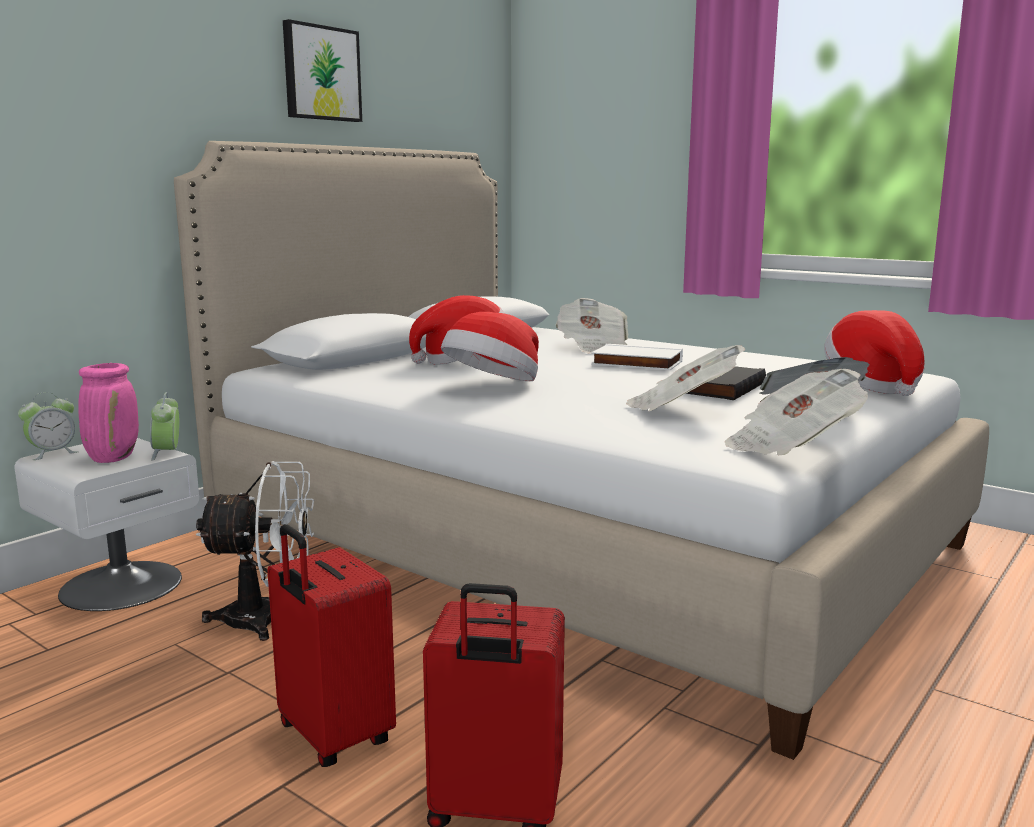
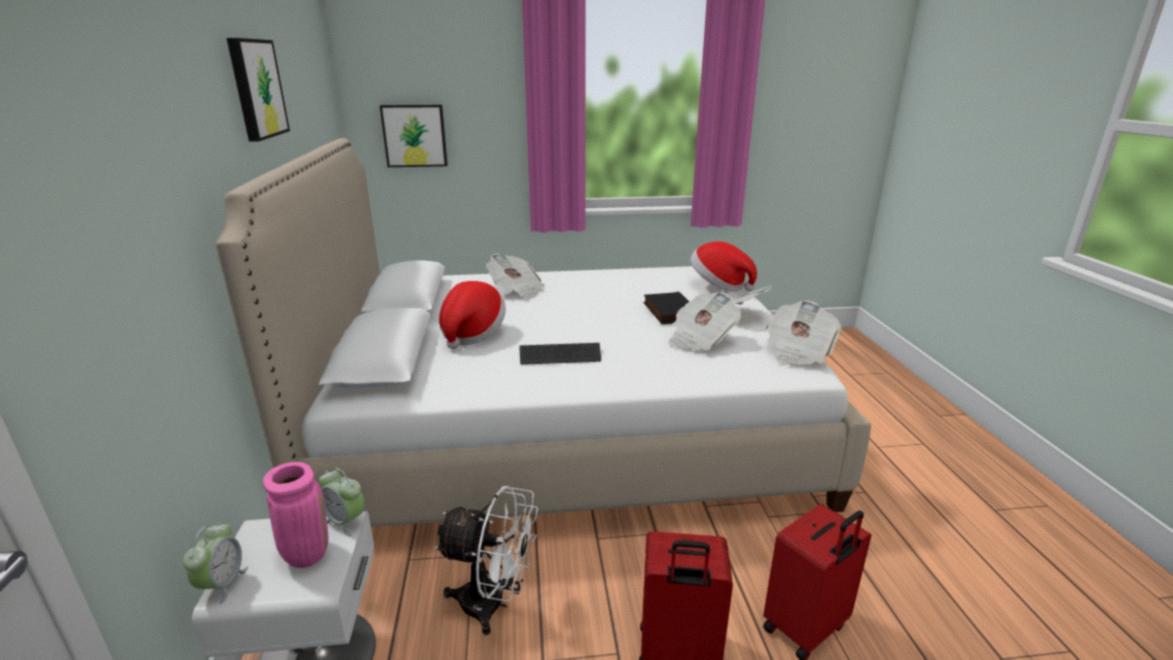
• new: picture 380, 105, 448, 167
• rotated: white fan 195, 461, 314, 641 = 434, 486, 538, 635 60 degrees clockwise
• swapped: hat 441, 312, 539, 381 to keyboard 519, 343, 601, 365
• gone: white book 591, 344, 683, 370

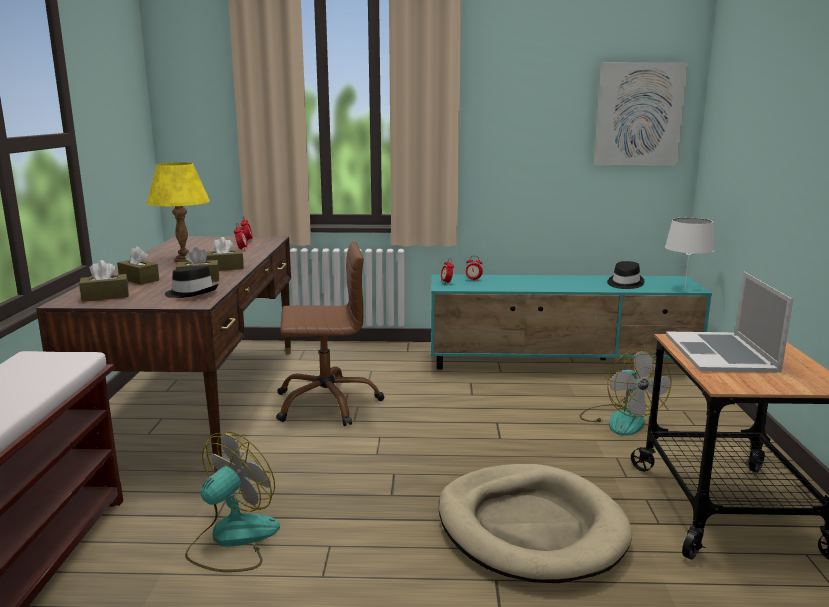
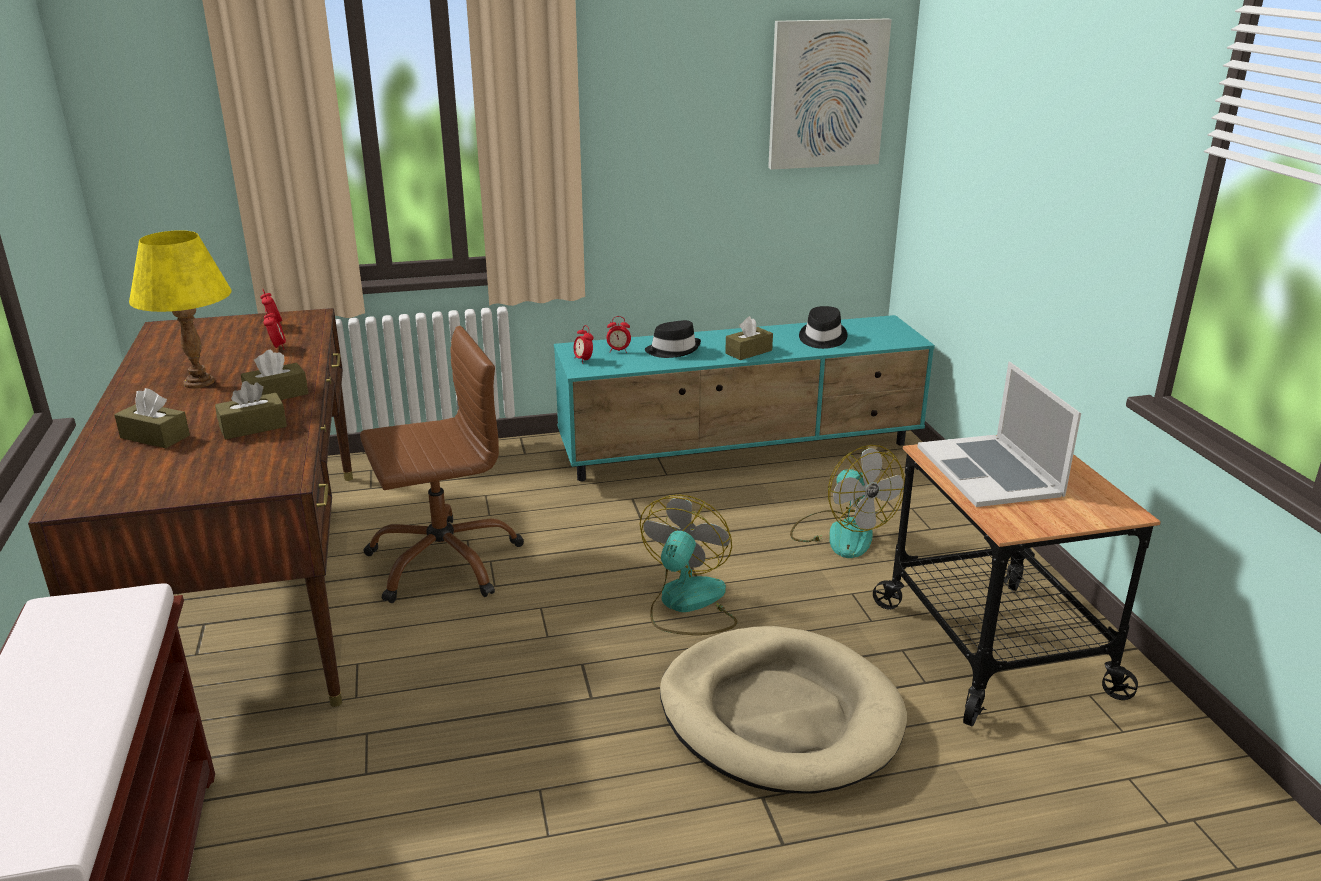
• shifted: fan 185, 432, 280, 572 to 640, 495, 737, 635
• shifted: black hat 165, 265, 218, 298 to 645, 320, 701, 358
• shifted: brown tissue box 79, 260, 129, 302 to 725, 316, 773, 360
• gone: white table lamp 665, 218, 714, 286

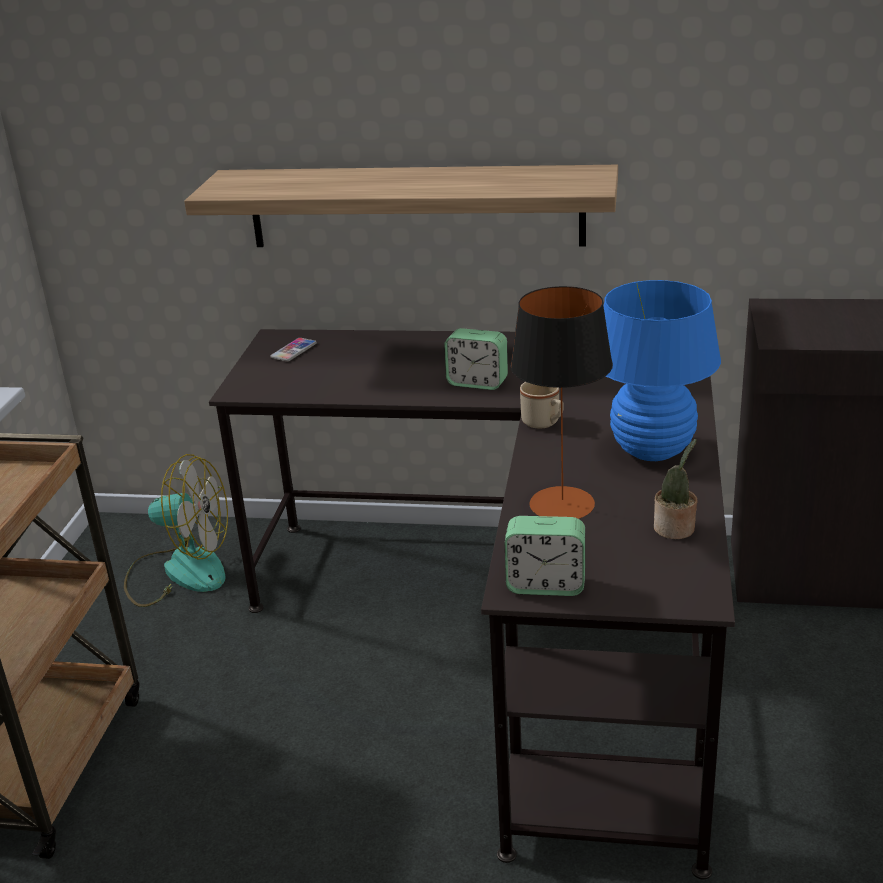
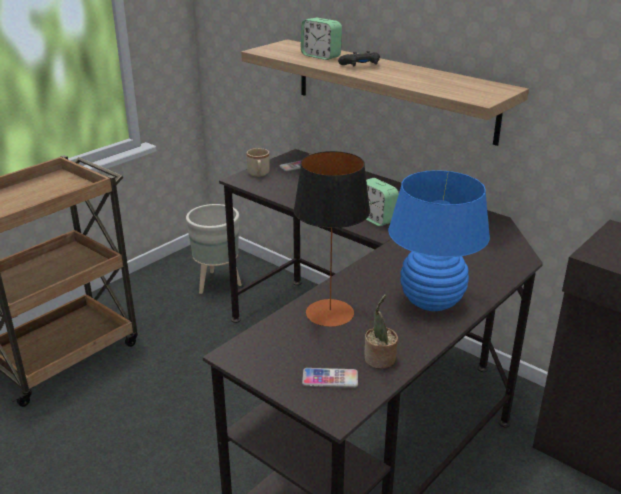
• swapped: fan 124, 454, 228, 607 to grey planter 186, 204, 242, 294
• shifted: beige mug 520, 382, 564, 429 to 247, 148, 269, 177
• shifted: alarm clock 505, 516, 585, 596 to 301, 18, 342, 60
• new: phone 302, 368, 358, 388
• new: black game controller 338, 51, 380, 66

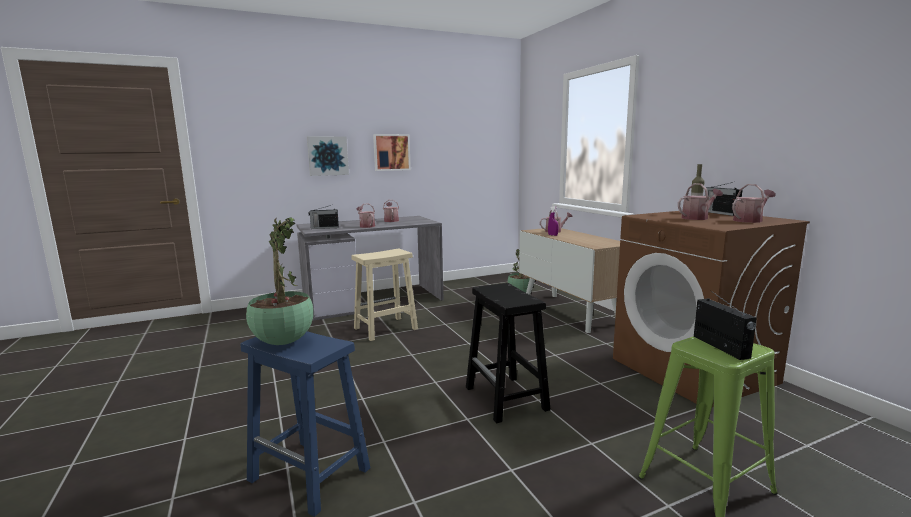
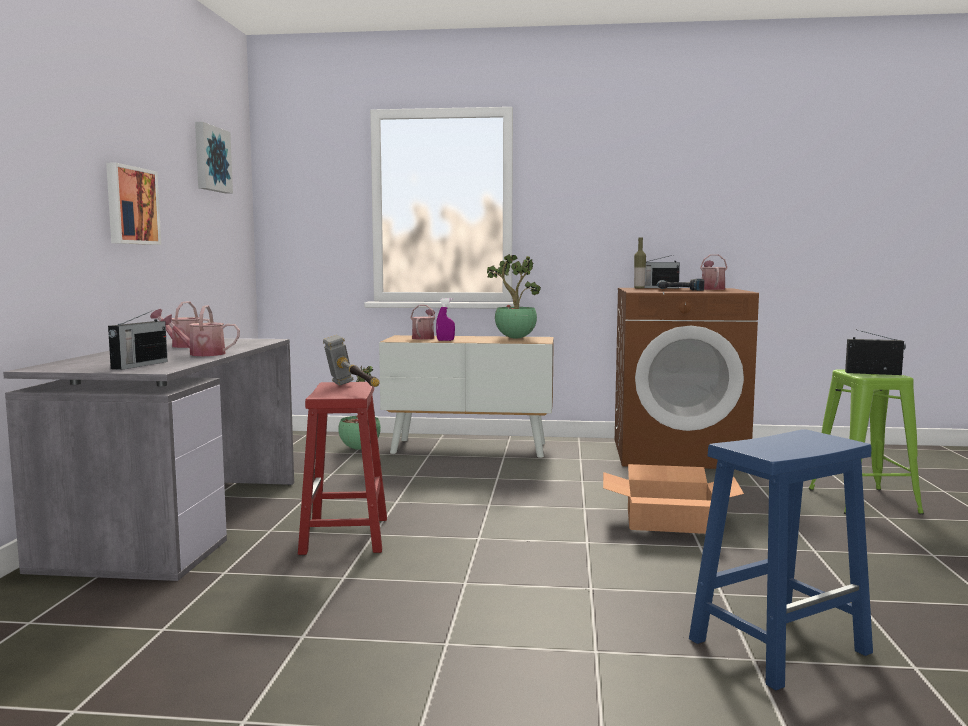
• shifted: picture 307, 136, 349, 176 to 195, 122, 233, 194
• repainted: beige stool 351, 248, 418, 341 to red stool 298, 382, 387, 555
• new: hammer 323, 335, 379, 387
• shifted: potted plant 246, 218, 313, 345 to 487, 254, 541, 338
• swapped: black stool 466, 283, 551, 423 to cardboard box 603, 464, 744, 534
• swapped: watering can 678, 183, 723, 220 to power drill 657, 279, 704, 291

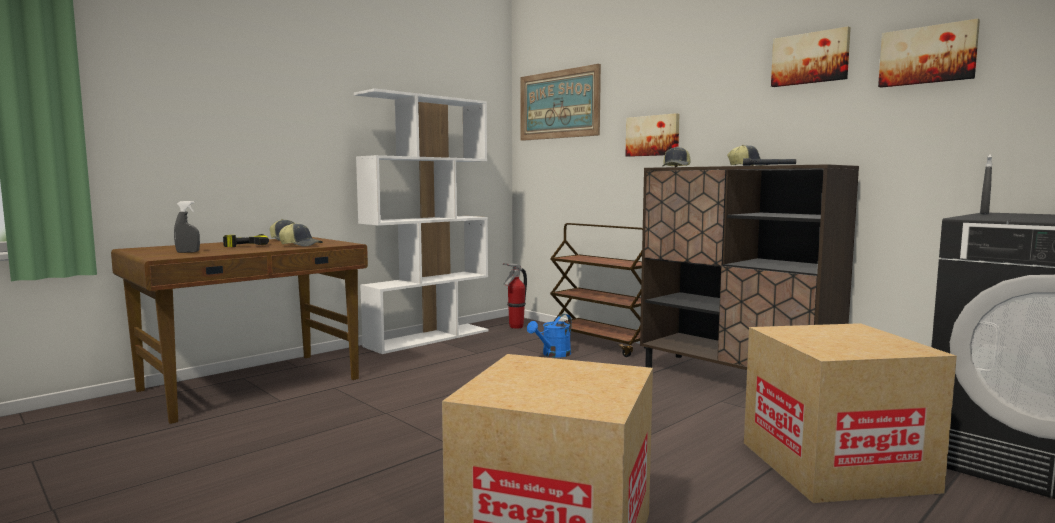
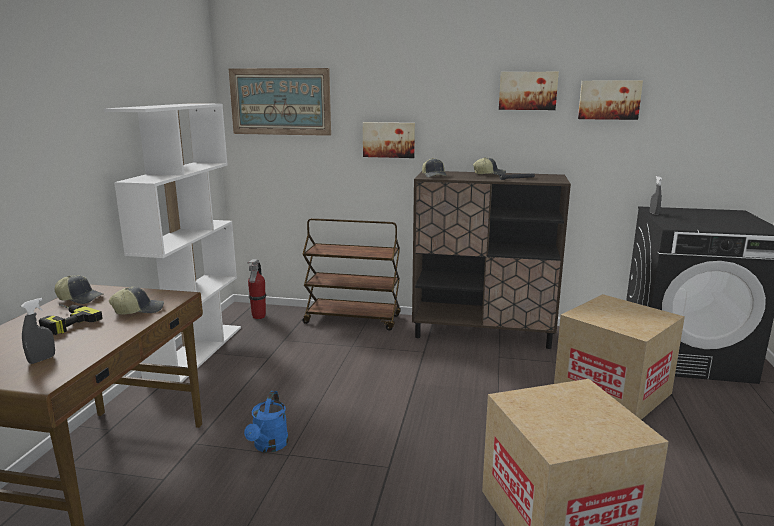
• shifted: blue watering can 527, 314, 572, 358 to 244, 391, 289, 453

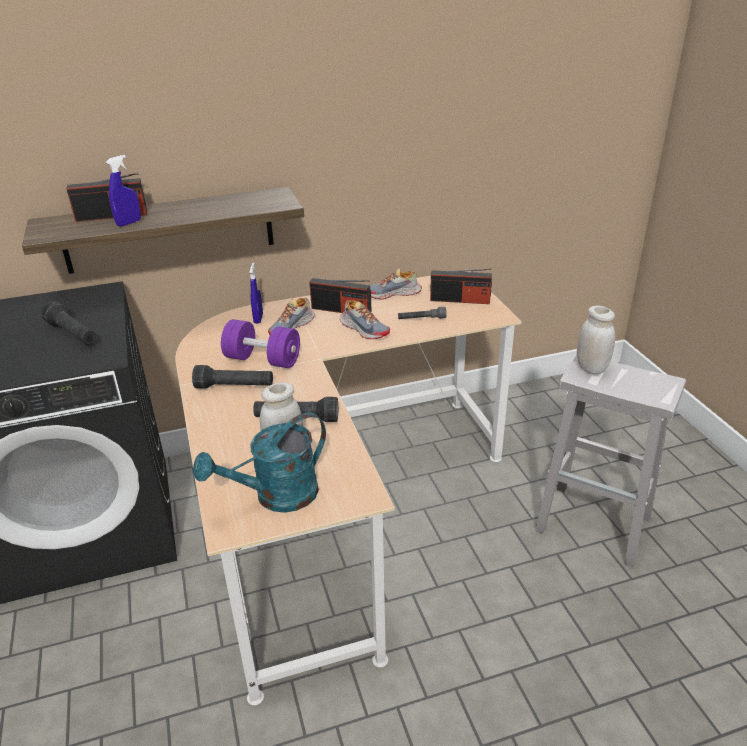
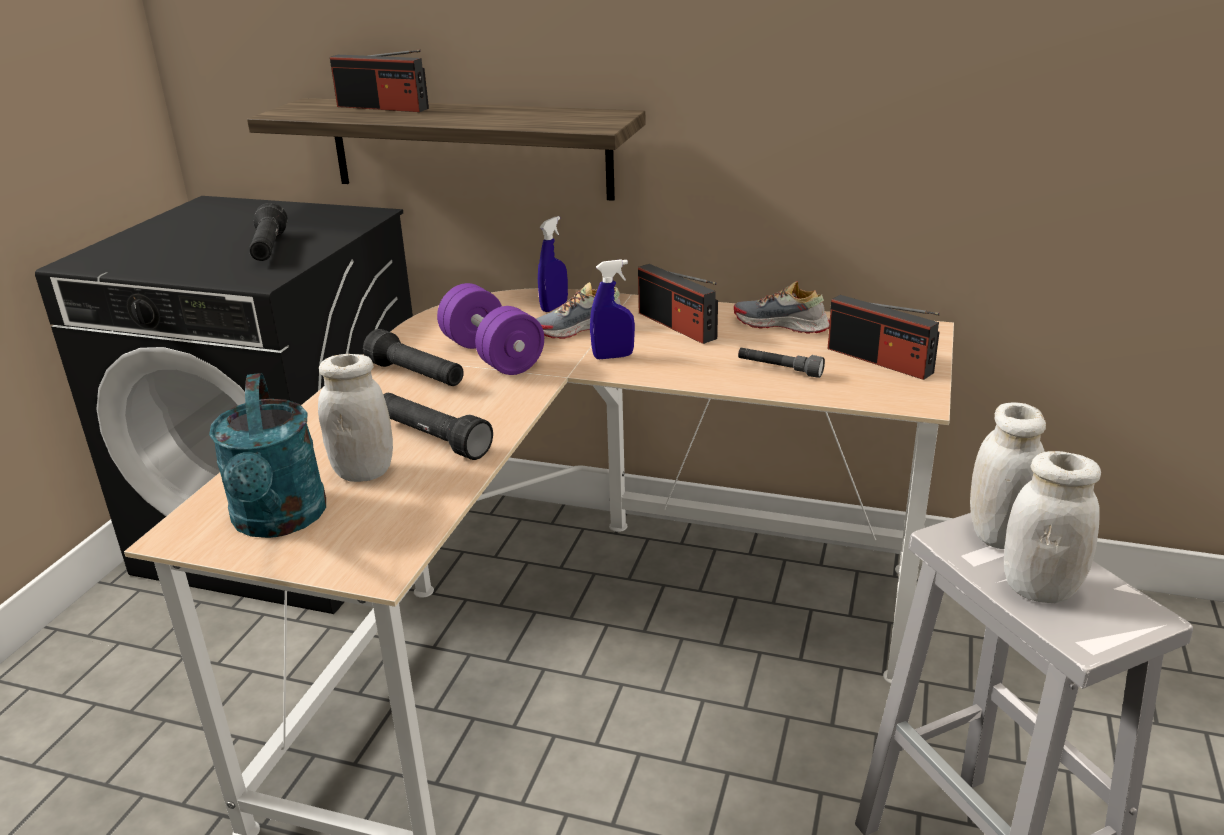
• rotated: turquoise watering can 193, 412, 326, 513 = 209, 373, 326, 538 105 degrees counterclockwise
• shifted: blue spray bottle 106, 155, 141, 227 to 590, 259, 635, 359
• new: white jar 1004, 451, 1101, 603
• gone: shoe 340, 300, 390, 339

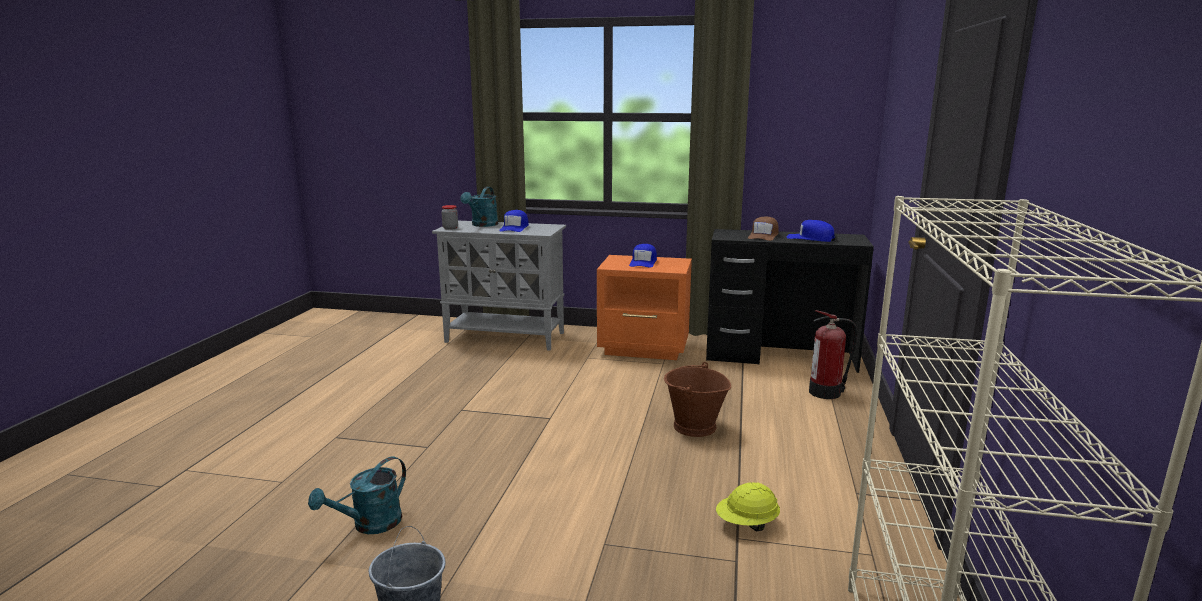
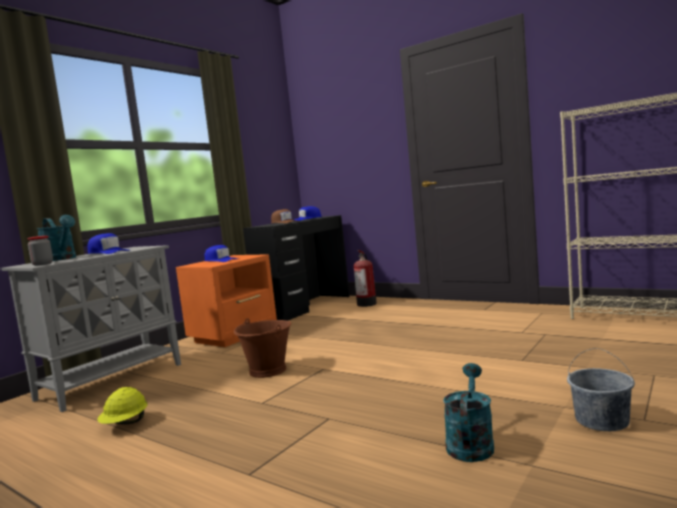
• shifted: yellow hard hat 716, 482, 780, 531 to 97, 387, 148, 424
• shifted: brown bucket 664, 362, 731, 437 to 234, 318, 291, 378
• rotated: turquoise watering can 308, 456, 406, 534 = 443, 363, 494, 462 135 degrees counterclockwise

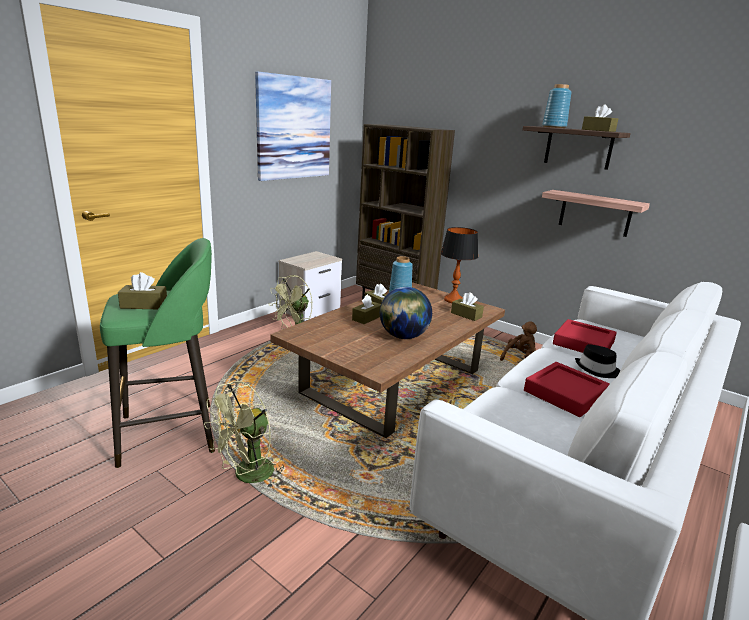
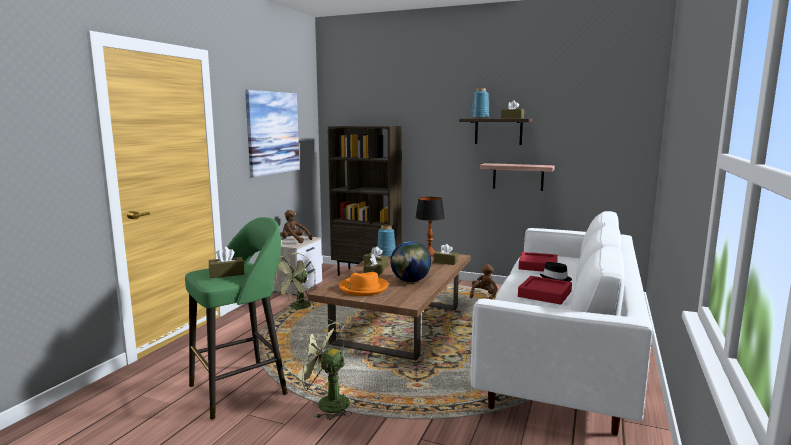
• new: brown plush toy 282, 210, 313, 243
• rotated: green fan 204, 381, 284, 489 = 292, 319, 352, 420 90 degrees clockwise
• new: orange hat 339, 272, 389, 296

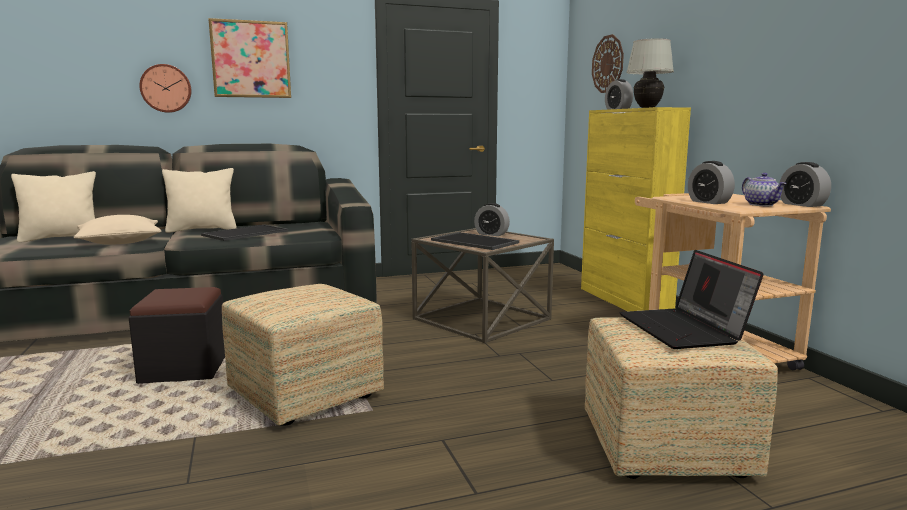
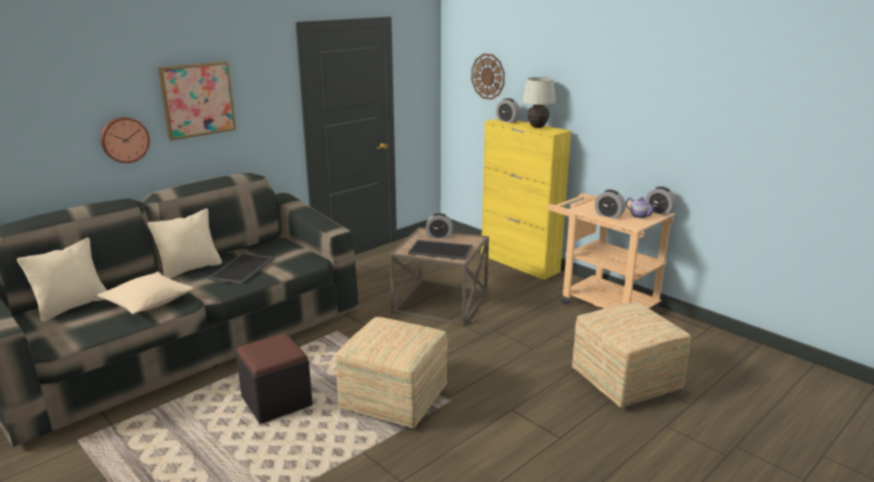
• gone: laptop 620, 250, 764, 349

